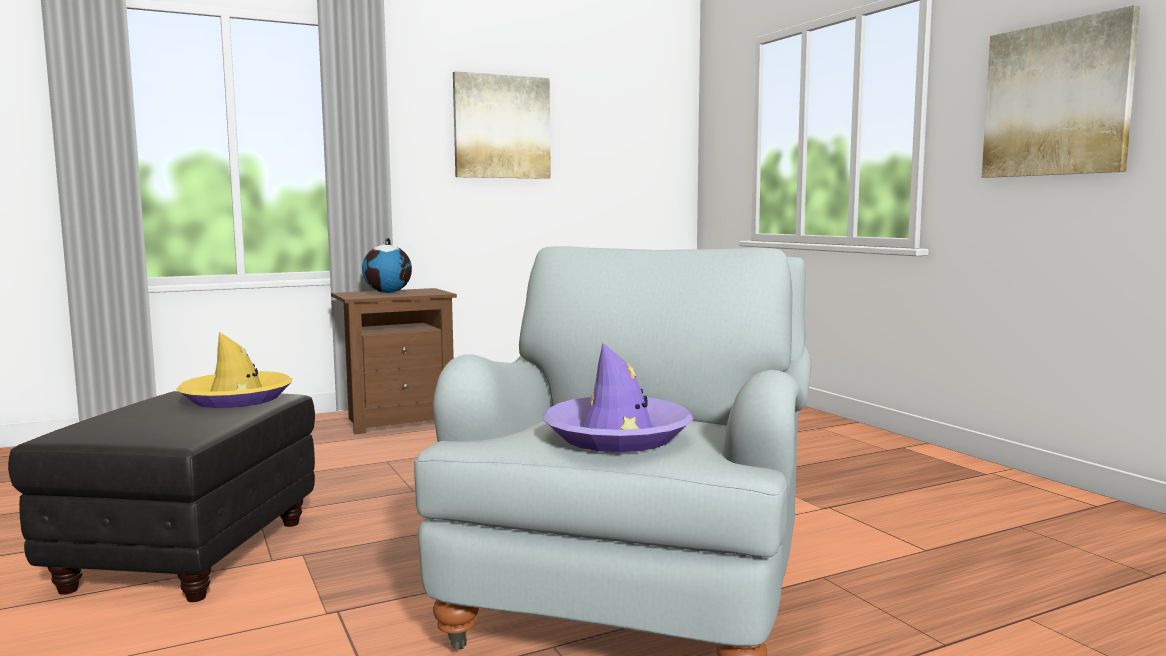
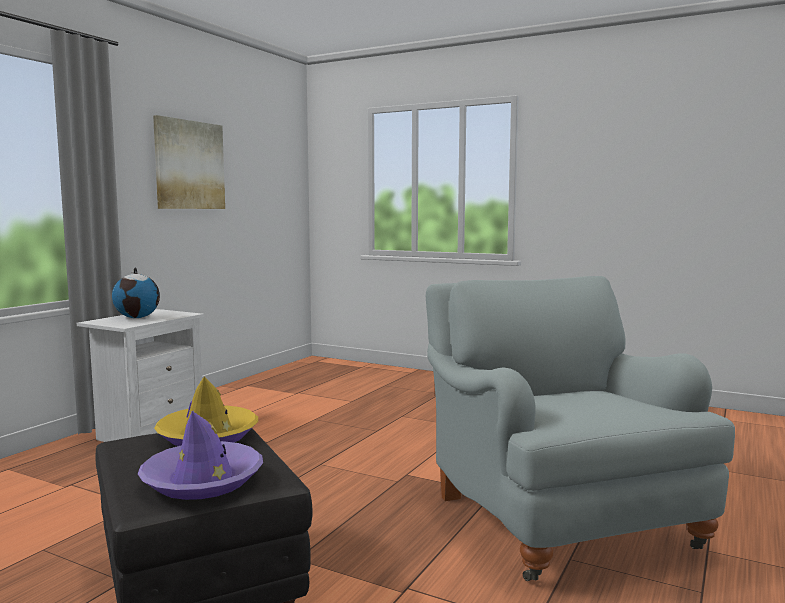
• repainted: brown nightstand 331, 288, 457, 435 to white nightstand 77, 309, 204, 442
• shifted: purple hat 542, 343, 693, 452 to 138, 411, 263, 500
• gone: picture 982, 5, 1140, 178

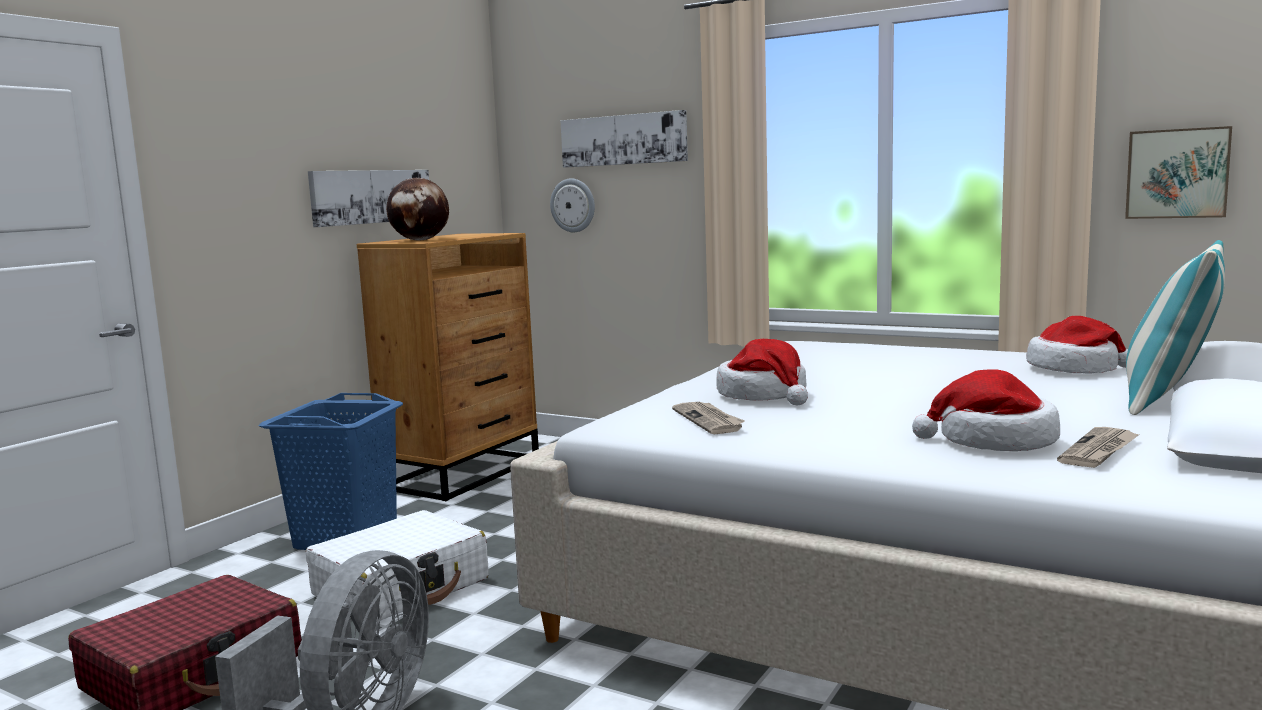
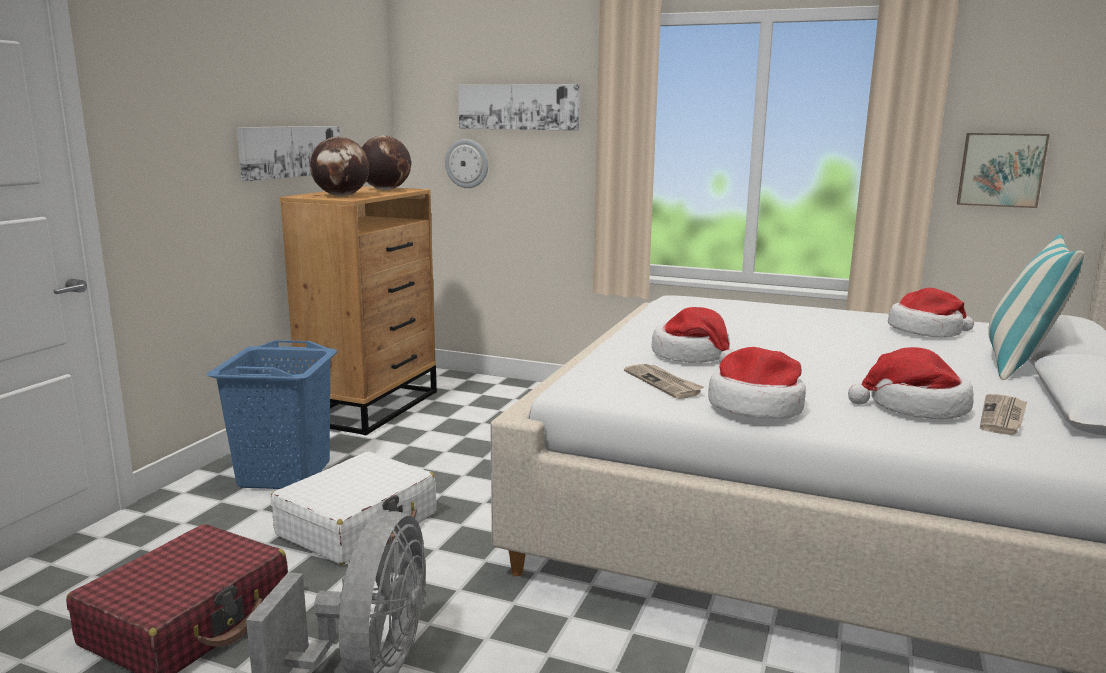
• new: globe 362, 135, 411, 190
• new: hat 708, 347, 806, 419

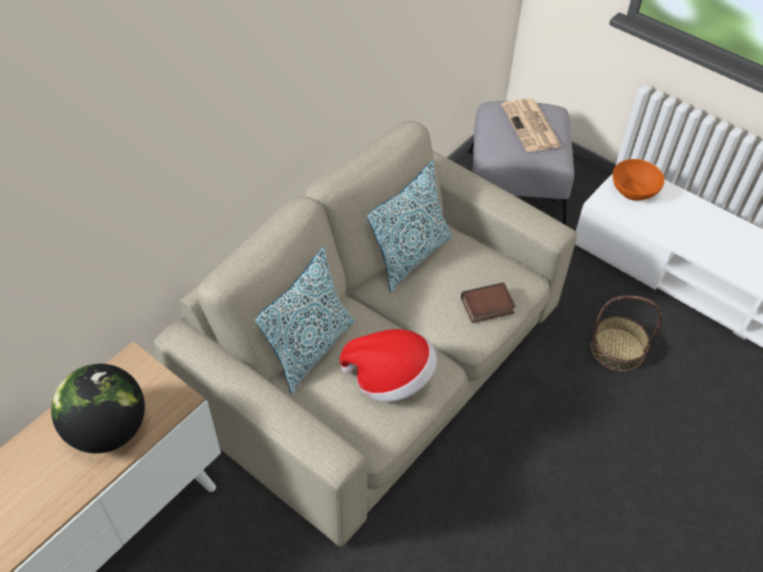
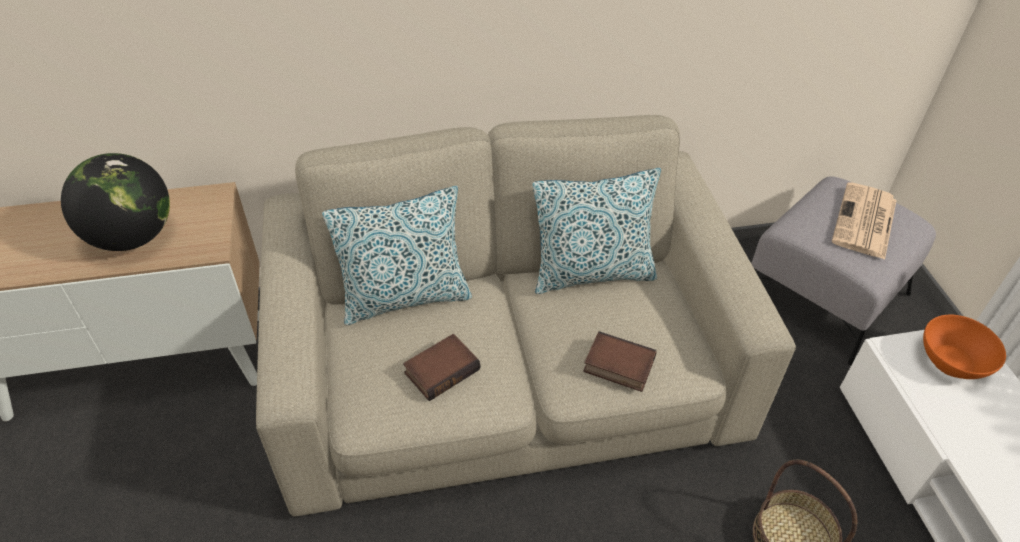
• swapped: hat 340, 329, 437, 402 to book 403, 334, 480, 401

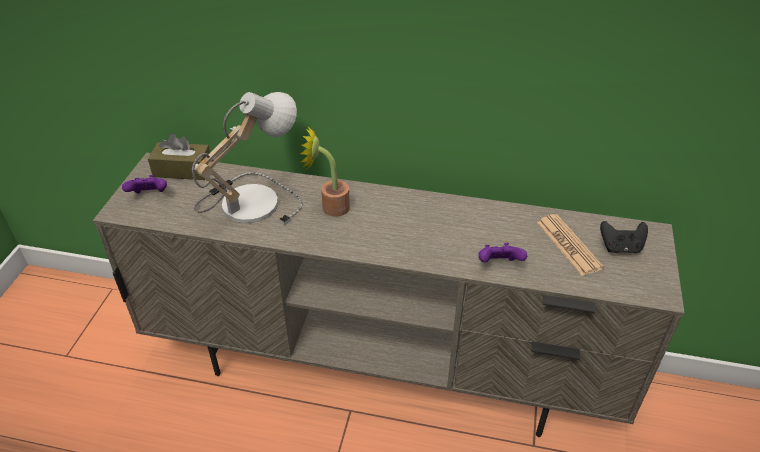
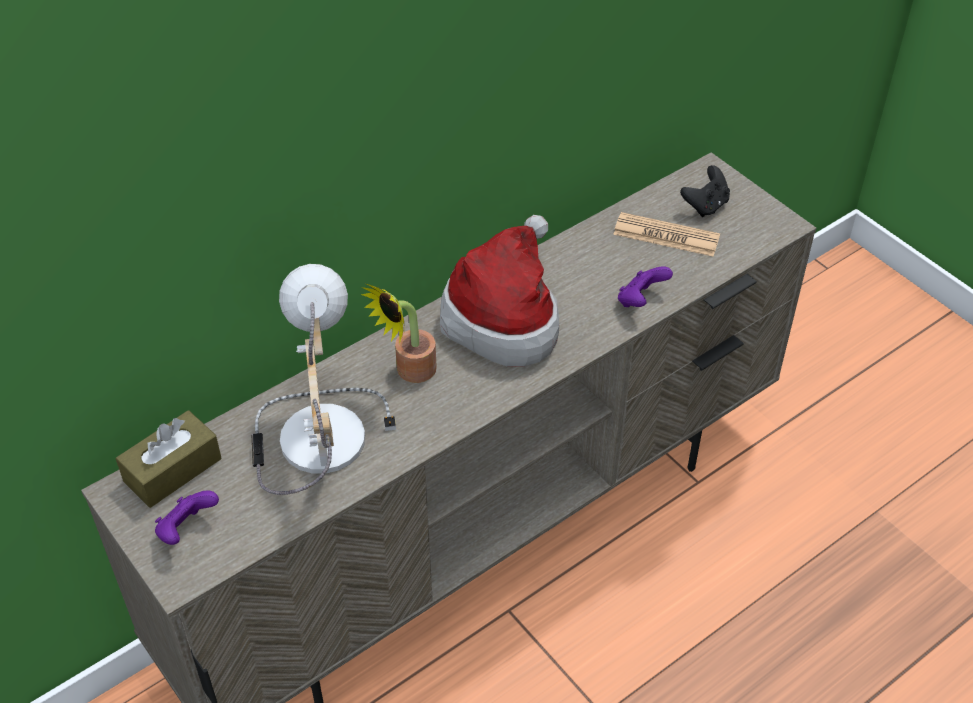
• new: hat 440, 215, 559, 367

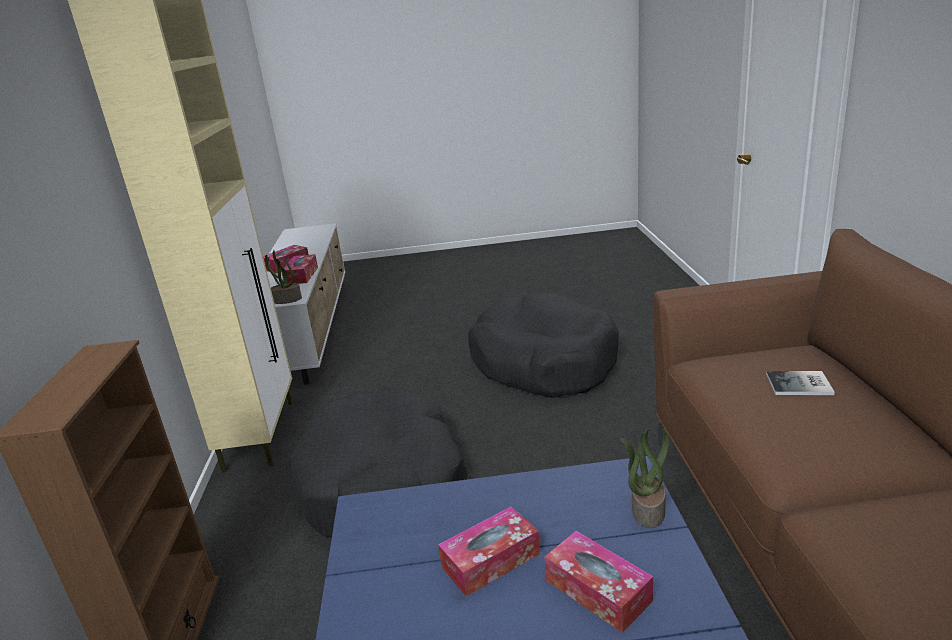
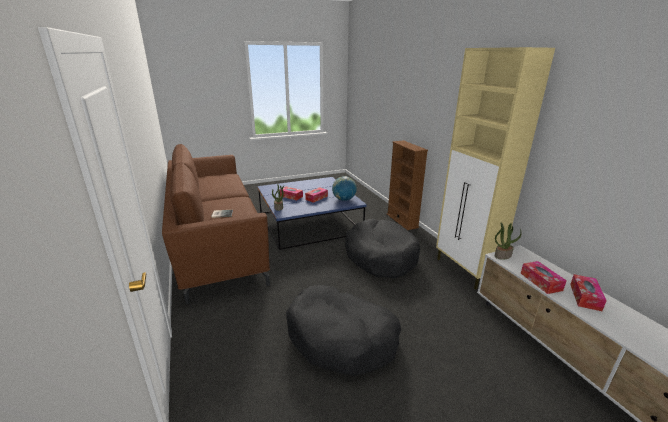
• new: globe 332, 176, 357, 201

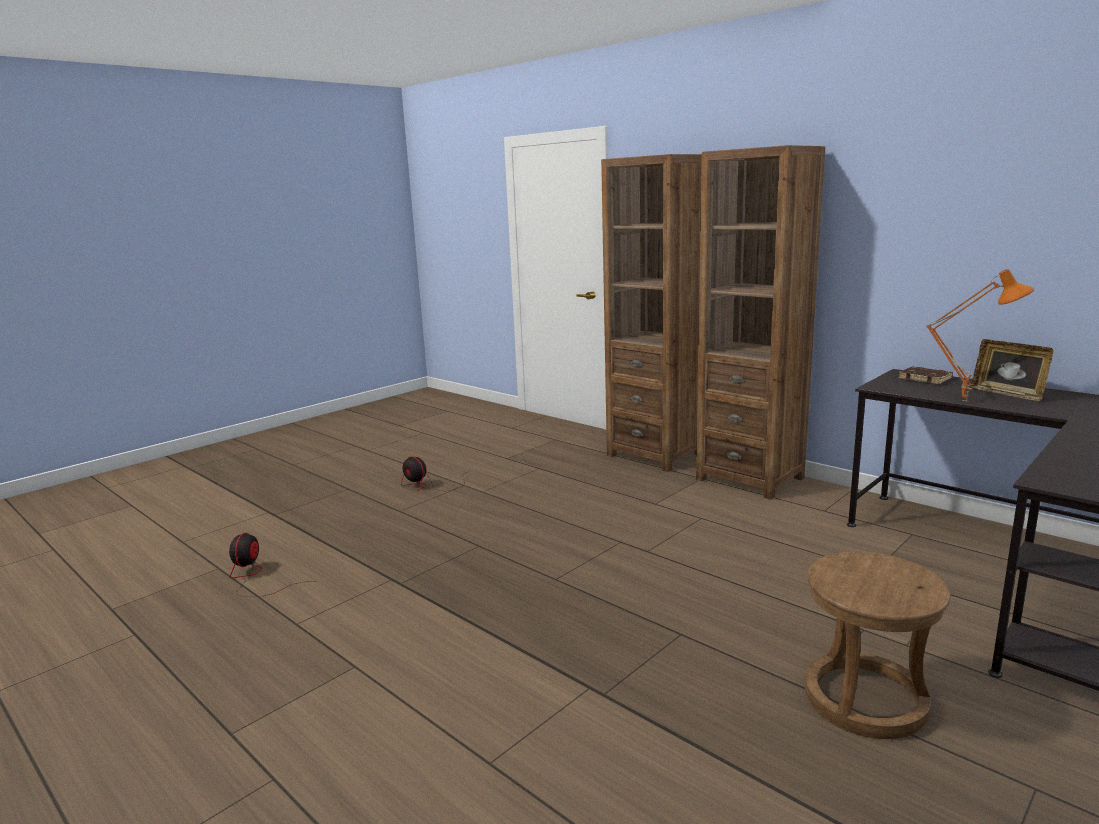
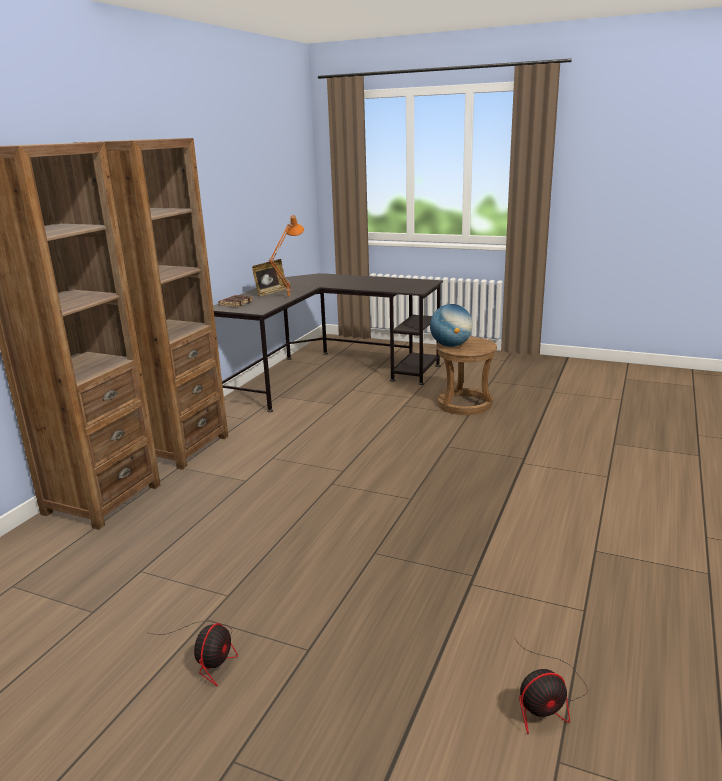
• new: globe 430, 304, 473, 347

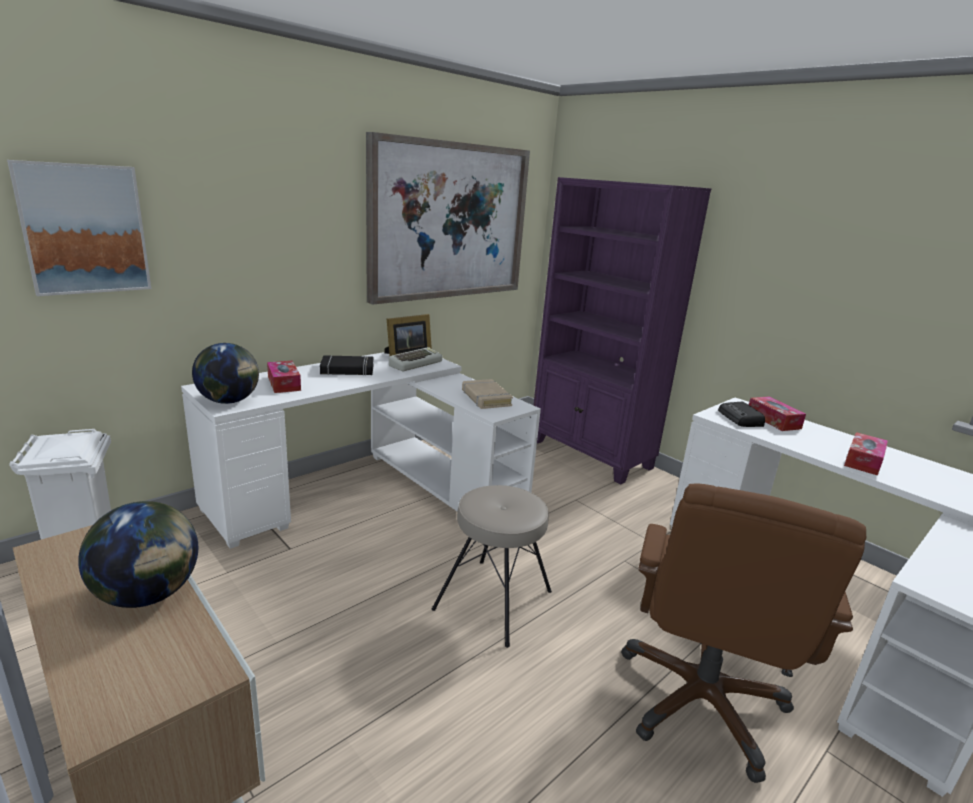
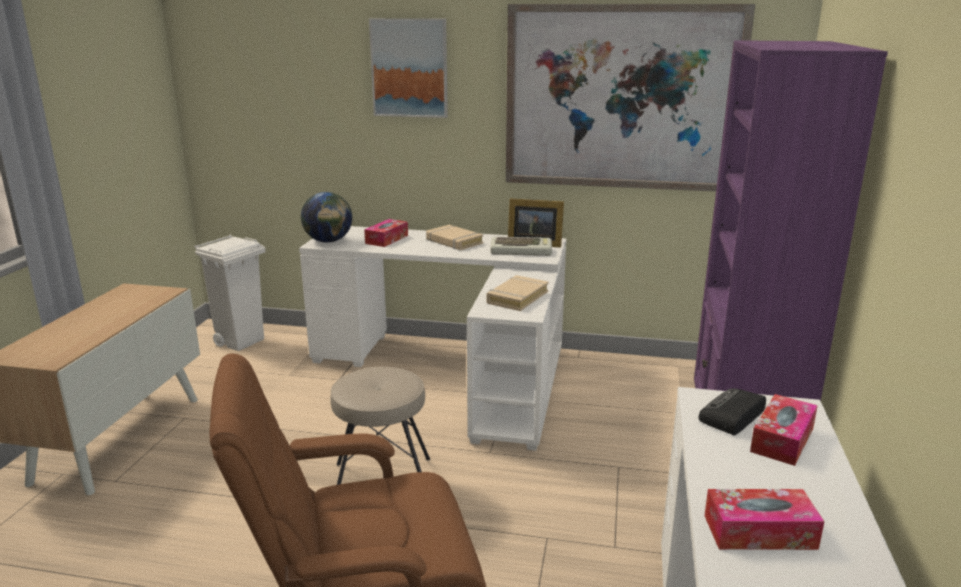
• shifted: picture 7, 160, 151, 296 to 369, 18, 448, 118
• repainted: black book 320, 355, 374, 376 to beige book 426, 225, 483, 250
• gone: globe 78, 501, 198, 608

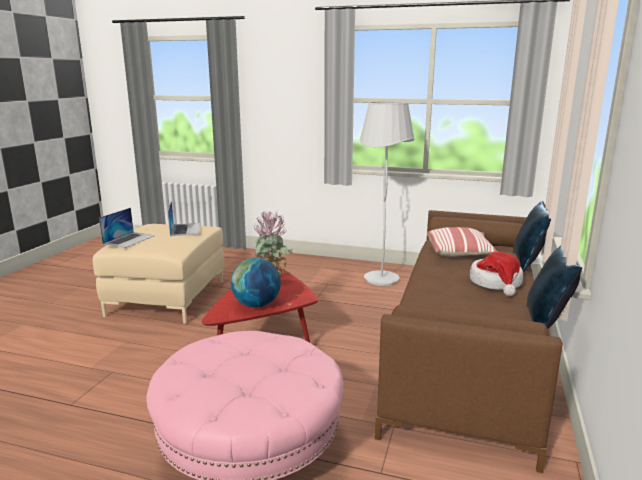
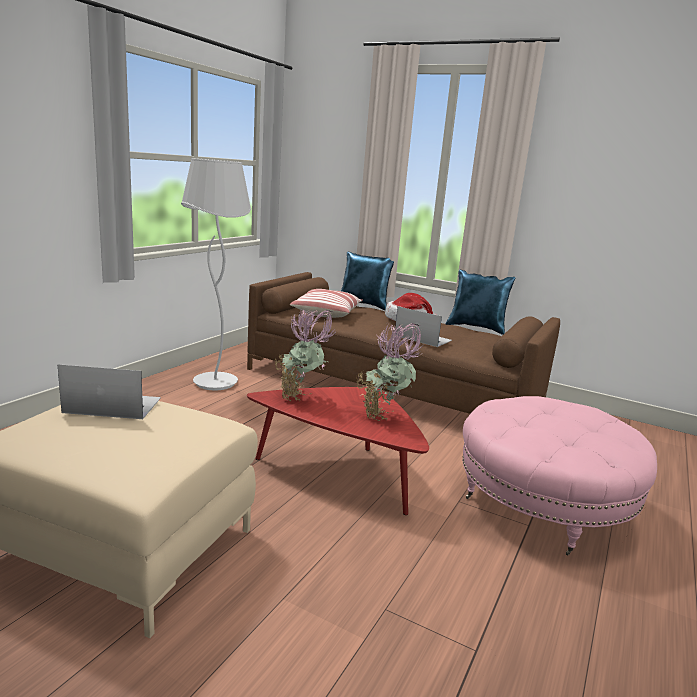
• swapped: globe 231, 258, 281, 308 to potted plant 357, 323, 424, 422
• shifted: laptop 99, 208, 155, 248 to 395, 306, 452, 347

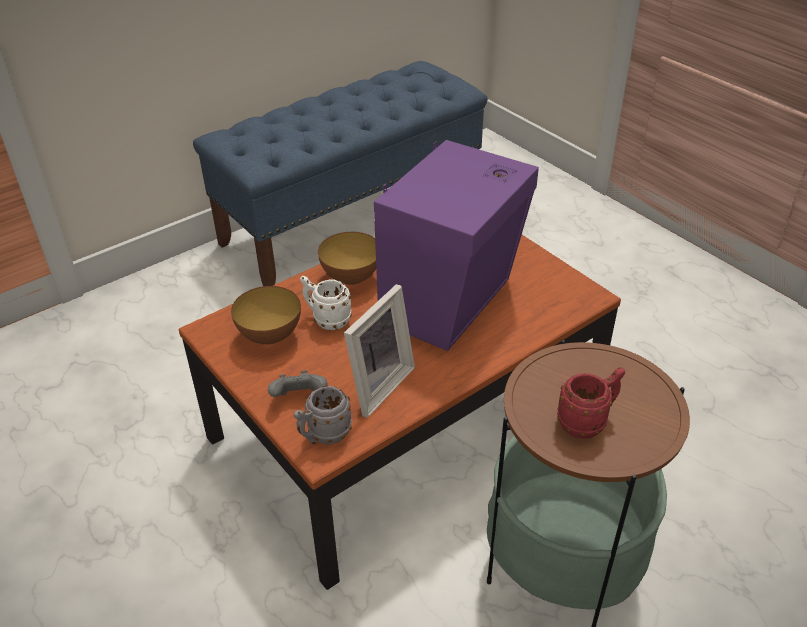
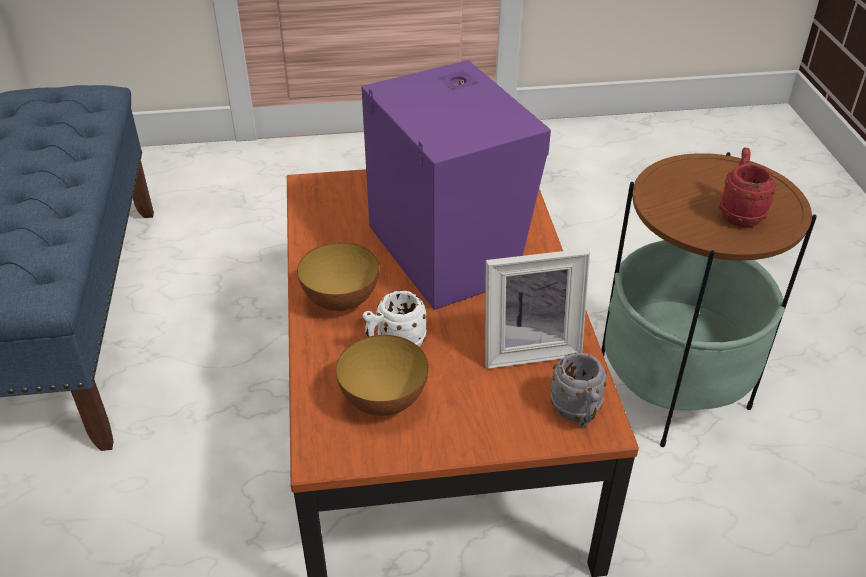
• rotated: picture frame 344, 284, 415, 418 = 485, 248, 590, 369 105 degrees clockwise
• gone: grey game controller 268, 370, 328, 397

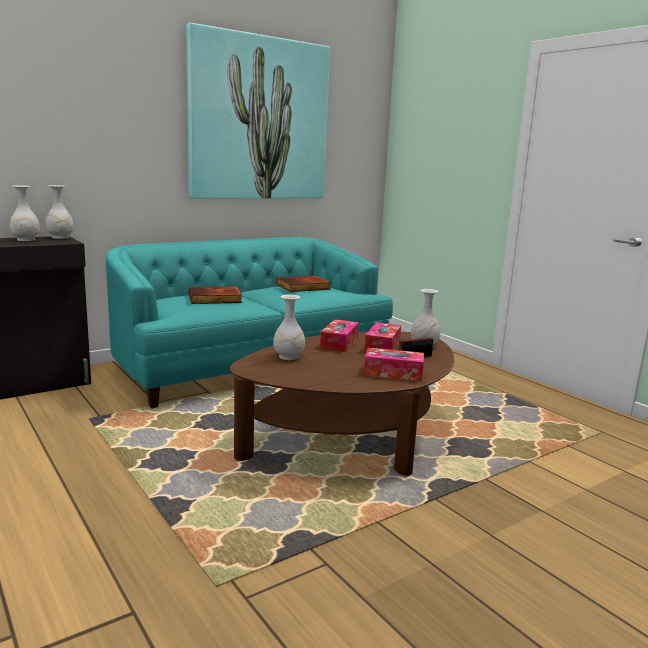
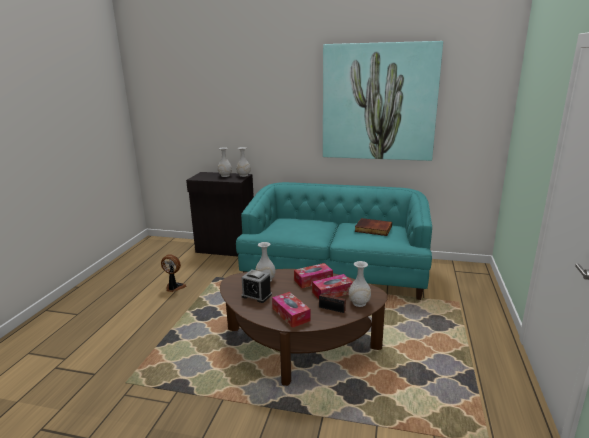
• new: fan 161, 254, 187, 292
• new: alarm clock 242, 270, 272, 303
• gone: book 189, 286, 242, 304

